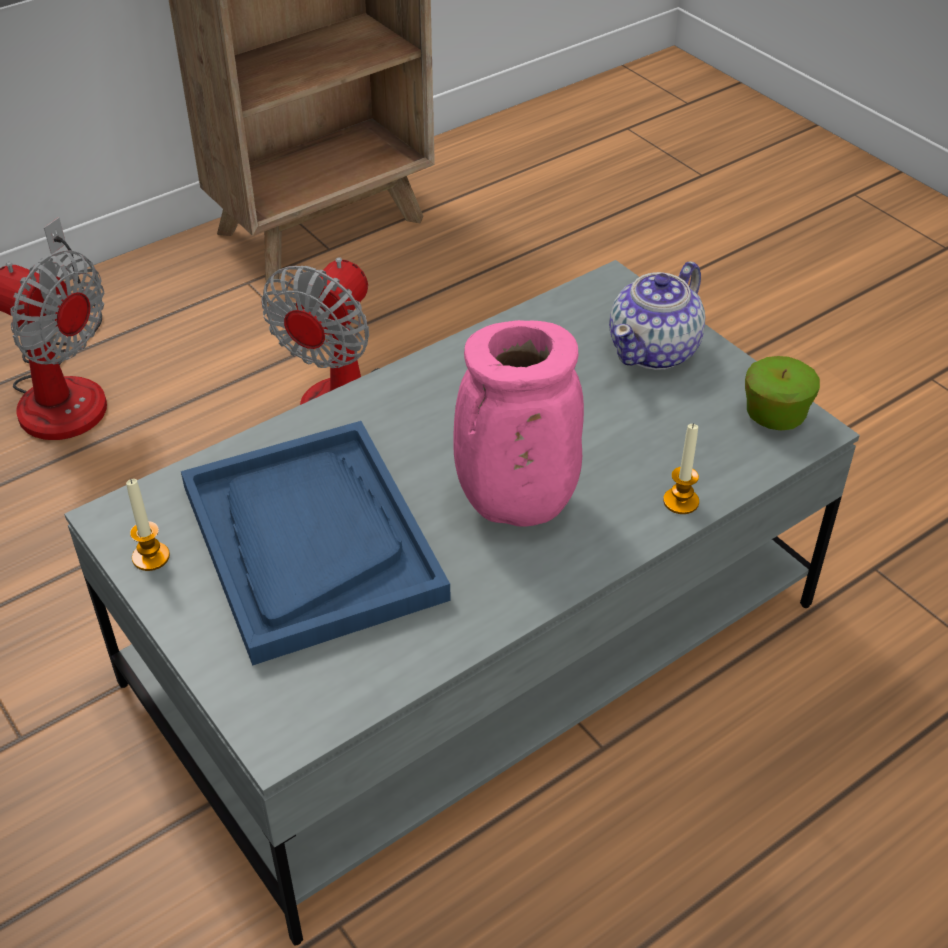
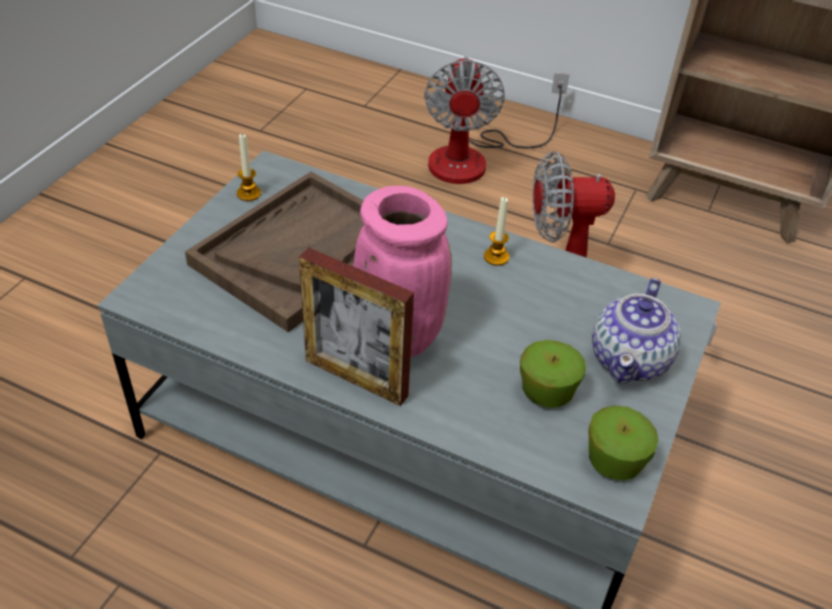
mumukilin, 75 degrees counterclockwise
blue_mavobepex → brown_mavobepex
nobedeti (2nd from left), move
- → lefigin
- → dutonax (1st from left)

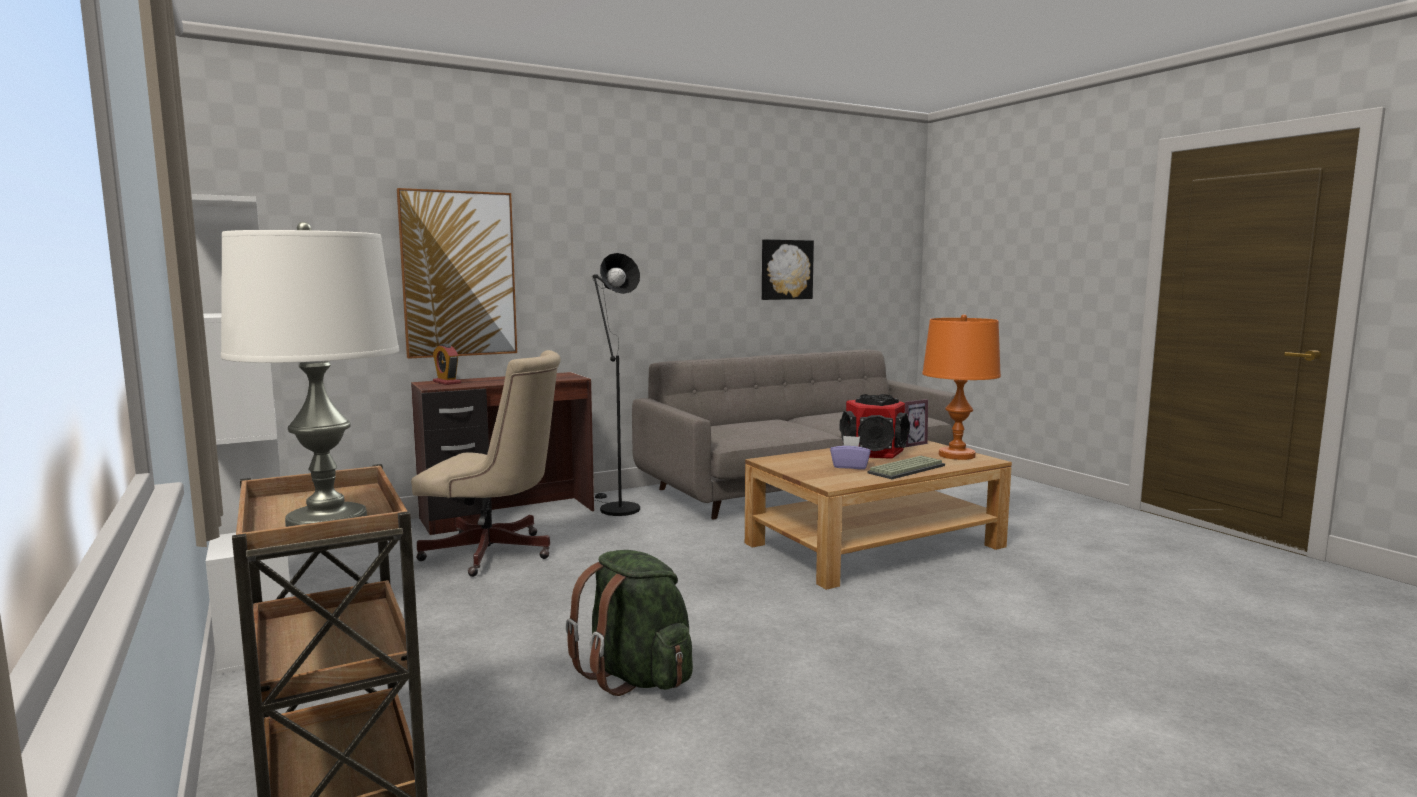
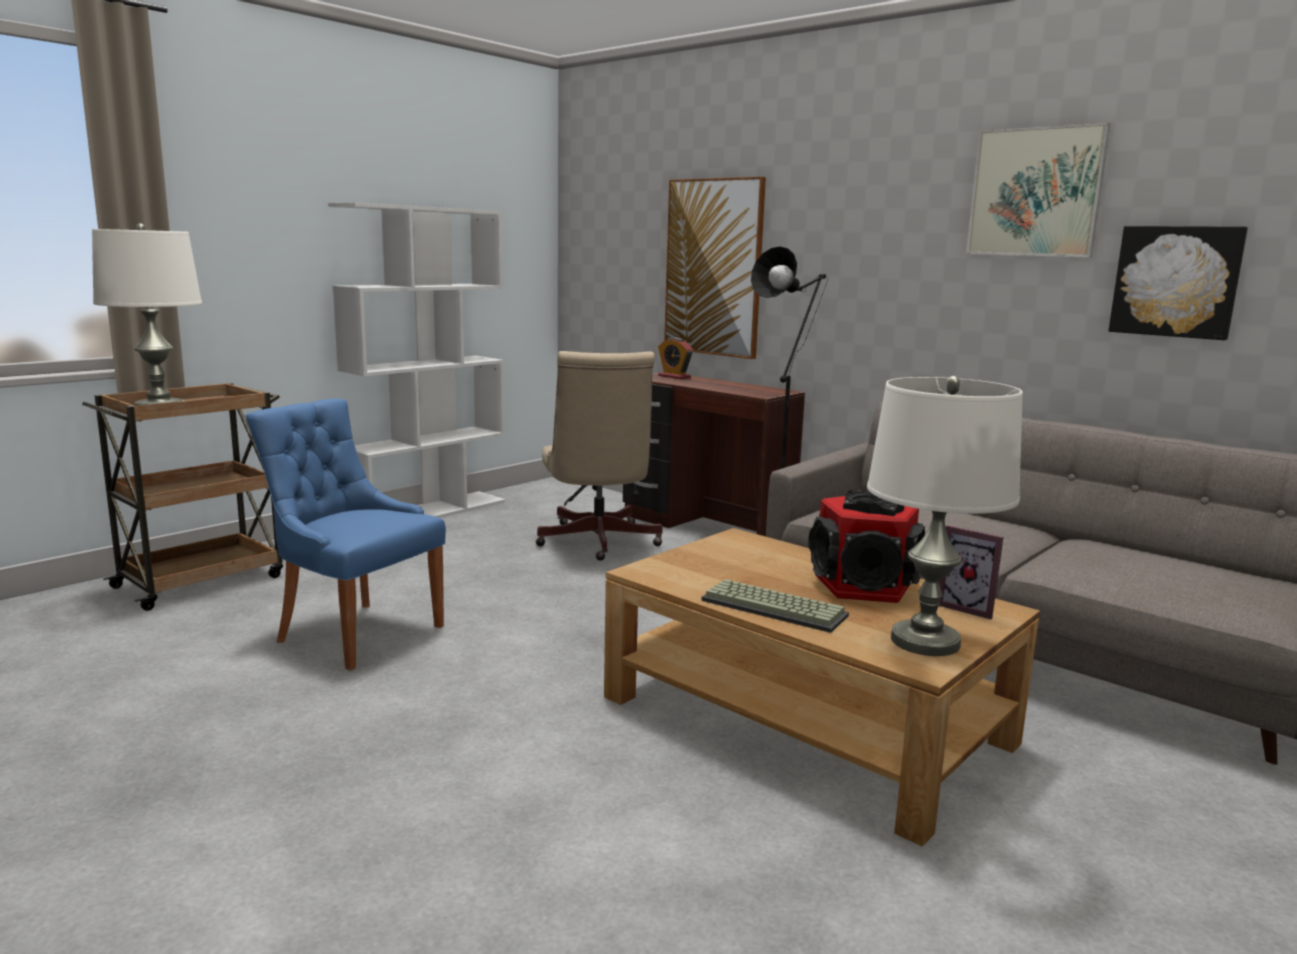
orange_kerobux → white_kerobux (2nd from left)
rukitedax, 75 degrees counterclockwise
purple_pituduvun → -
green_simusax → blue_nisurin
- → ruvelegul (2nd from left)

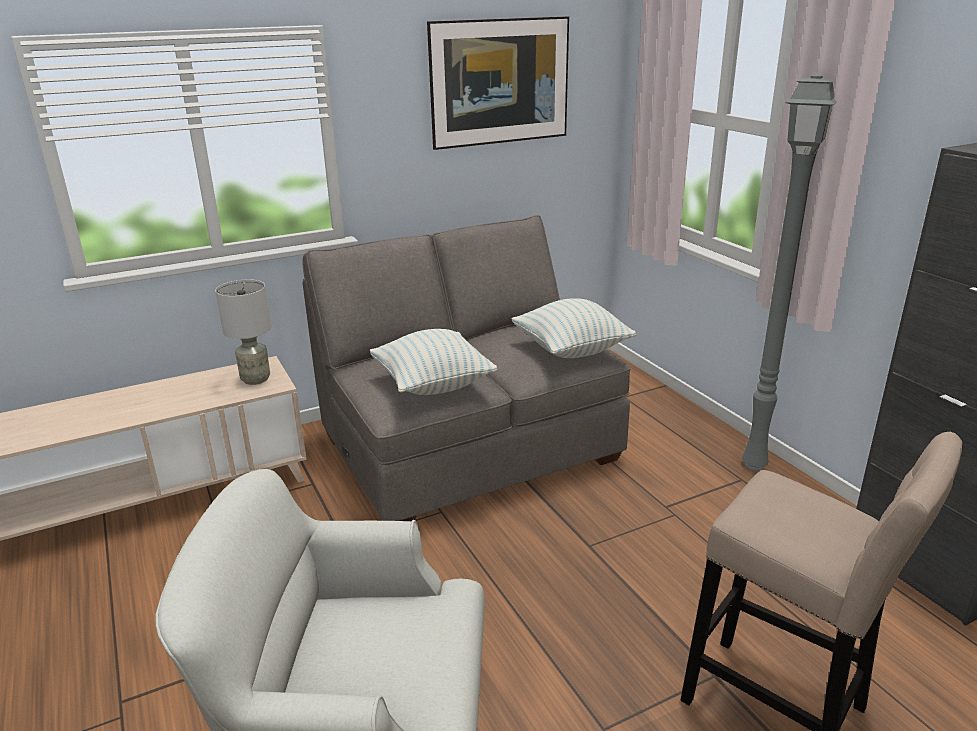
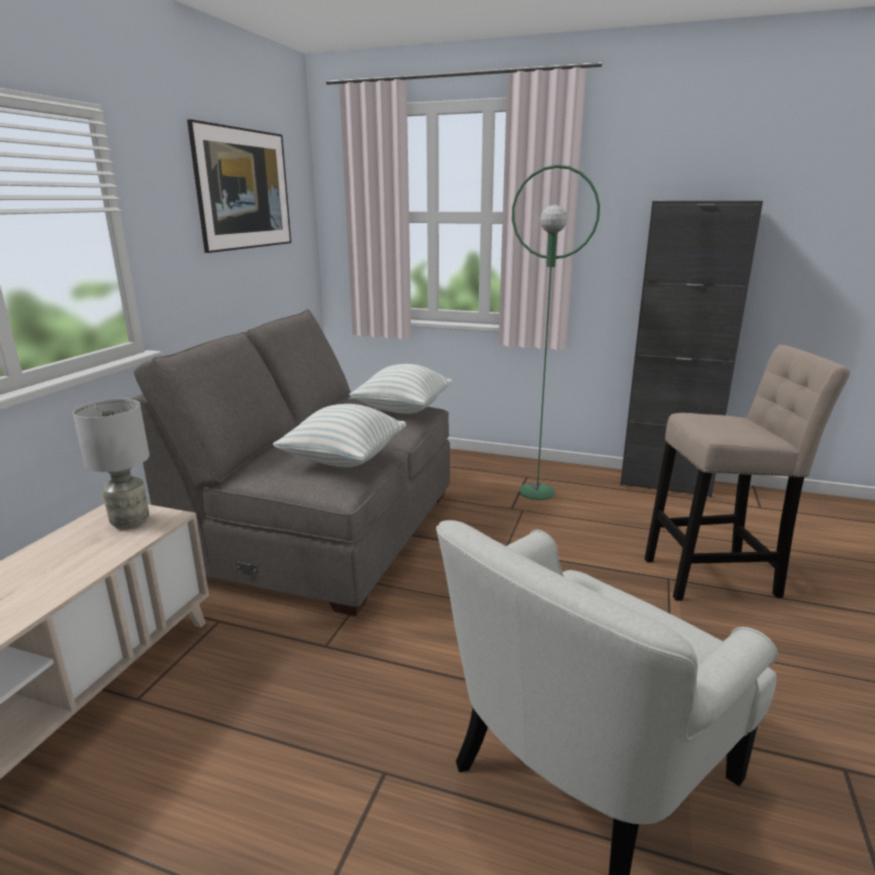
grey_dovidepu → -
- → green_dovidepu

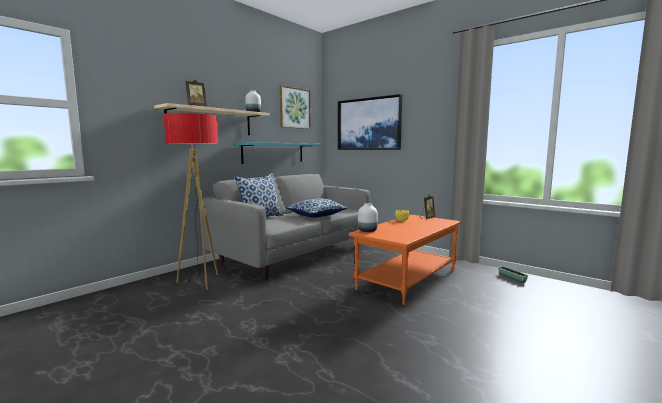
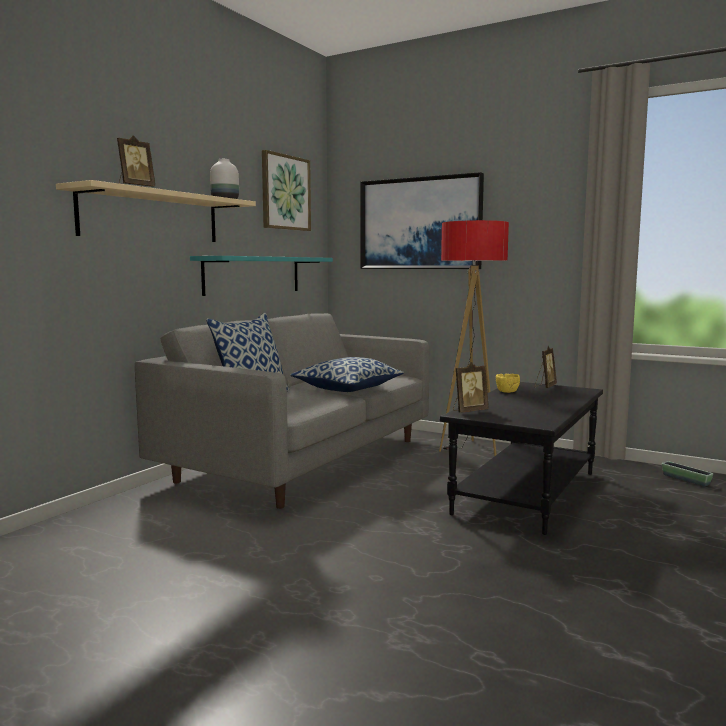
dovidepu, move
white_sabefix (2nd from left) → lefigin (2nd from left)
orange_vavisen → black_vavisen

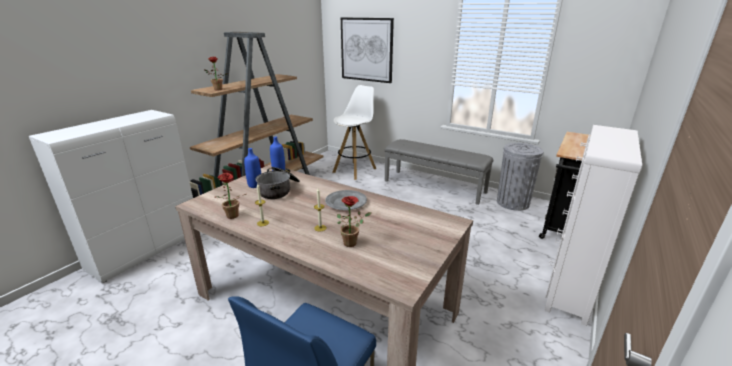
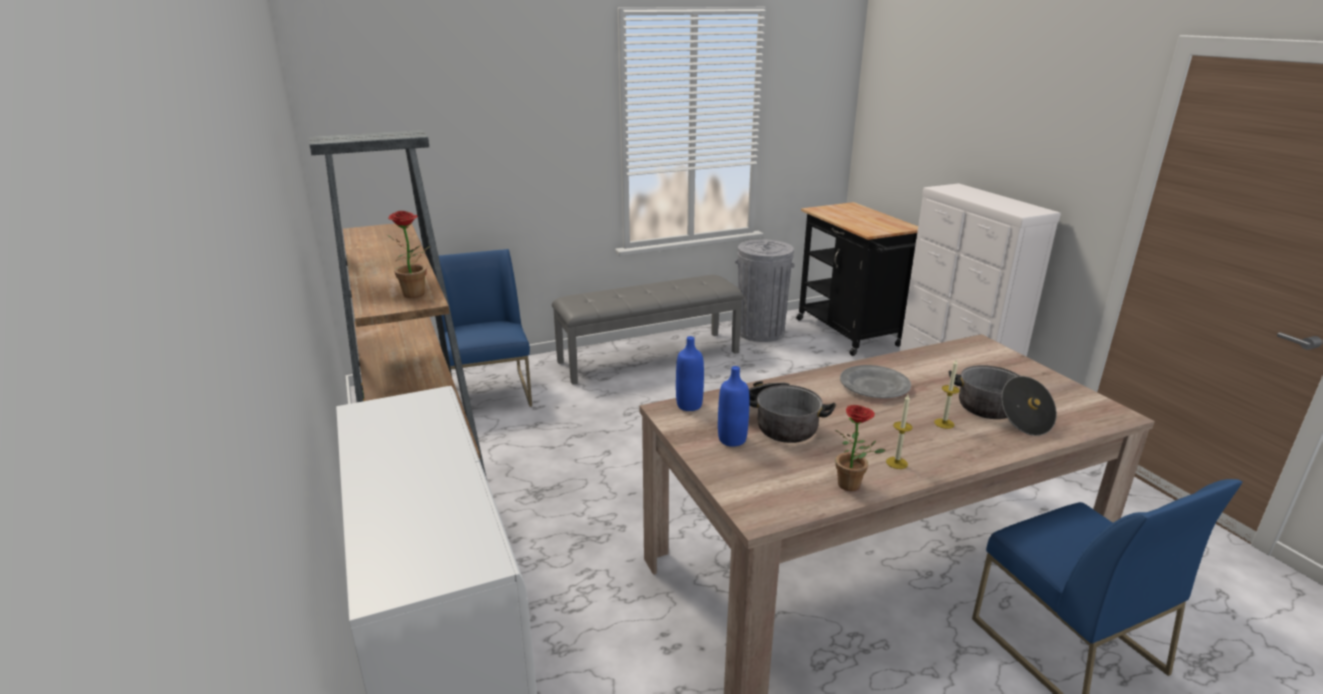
ruvelegul → -
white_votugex → blue_nisurin (1st from left)
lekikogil (3rd from left) → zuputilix (2nd from left)

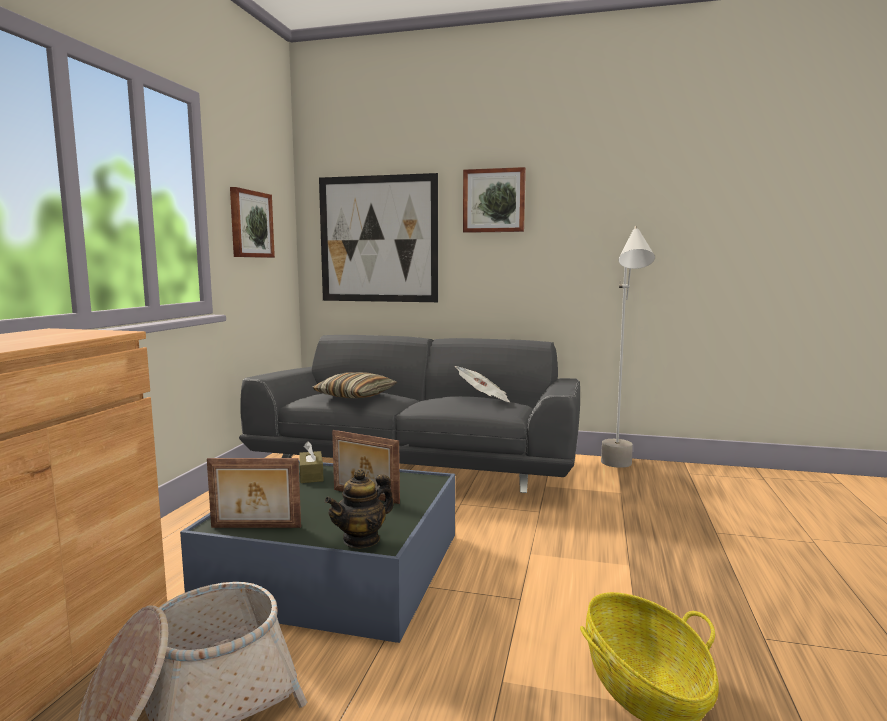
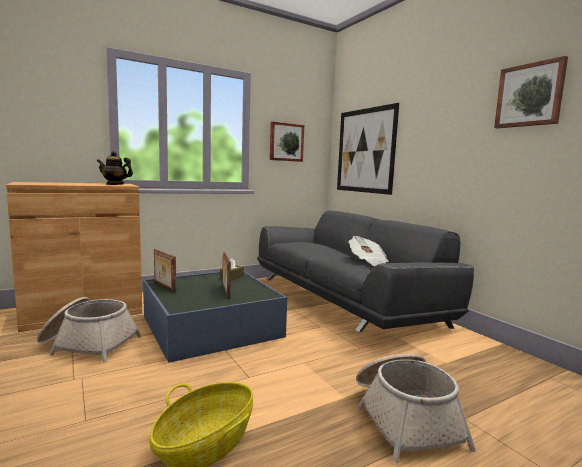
ruvelegul (3rd from left), move
grey_dovidepu → -
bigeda → -
mumukilin, move
- → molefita (3rd from left)

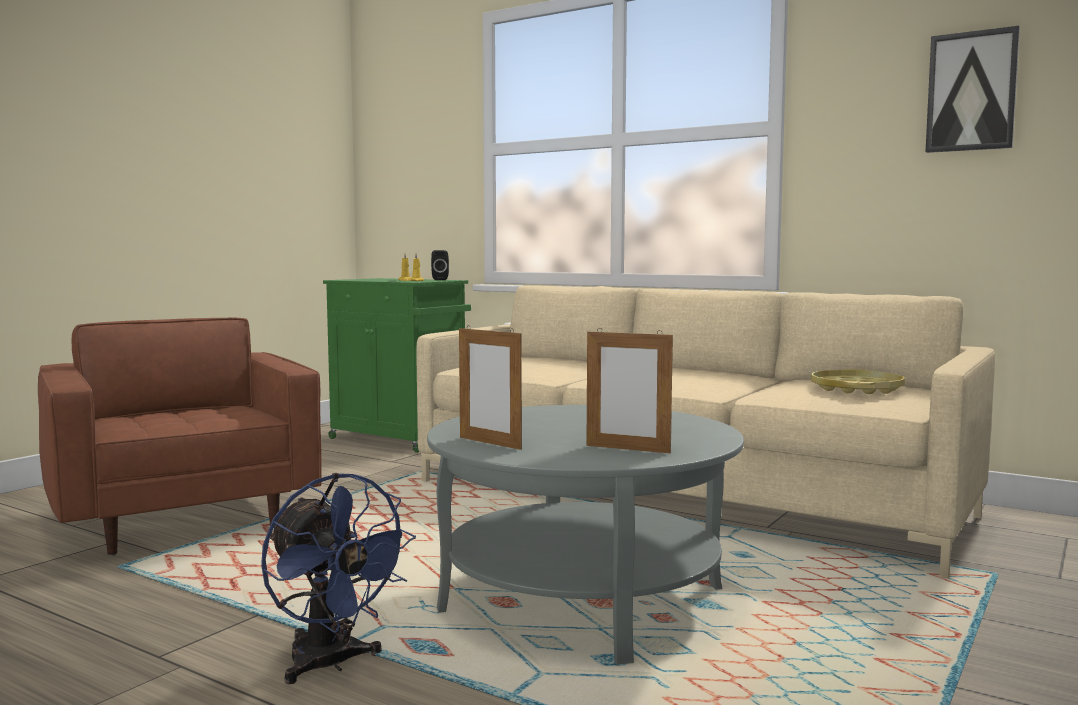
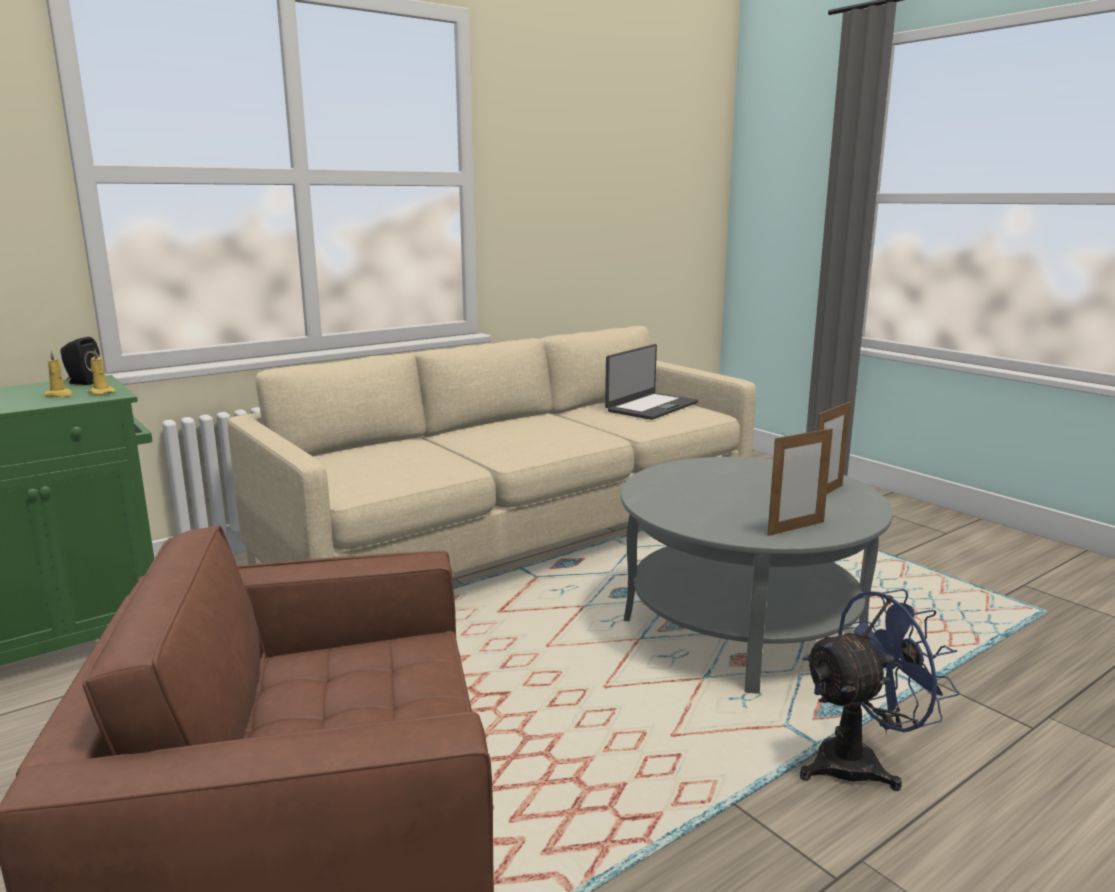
ruvelegul → -
yellow_mavobepex → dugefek

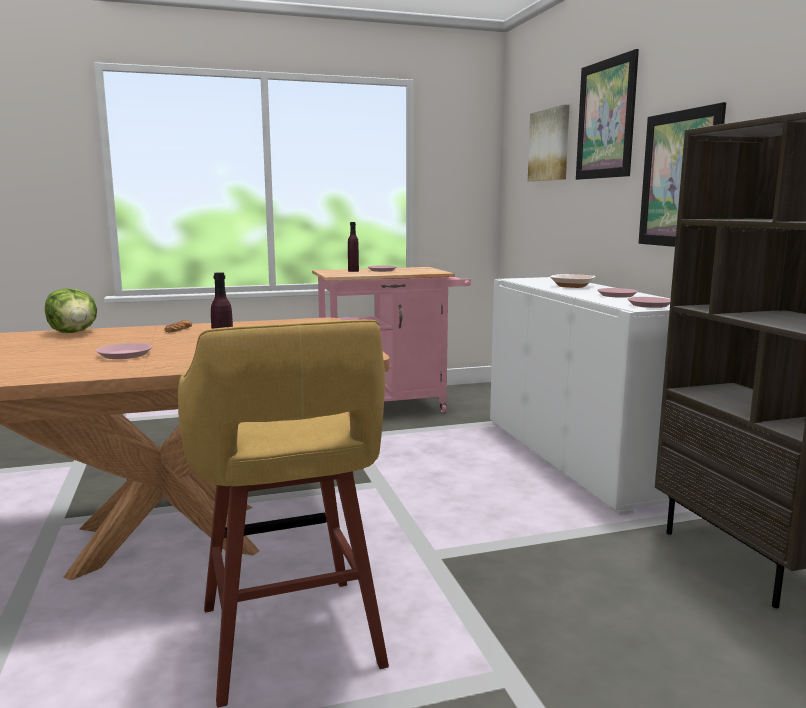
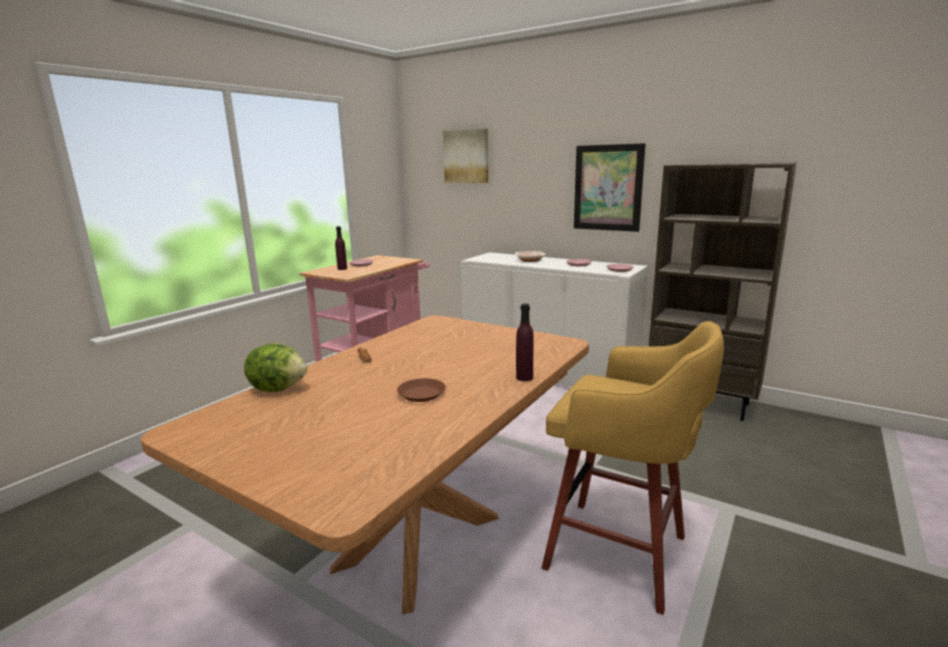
ruvelegul (2nd from left) → -
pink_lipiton (1st from left) → brown_lipiton

